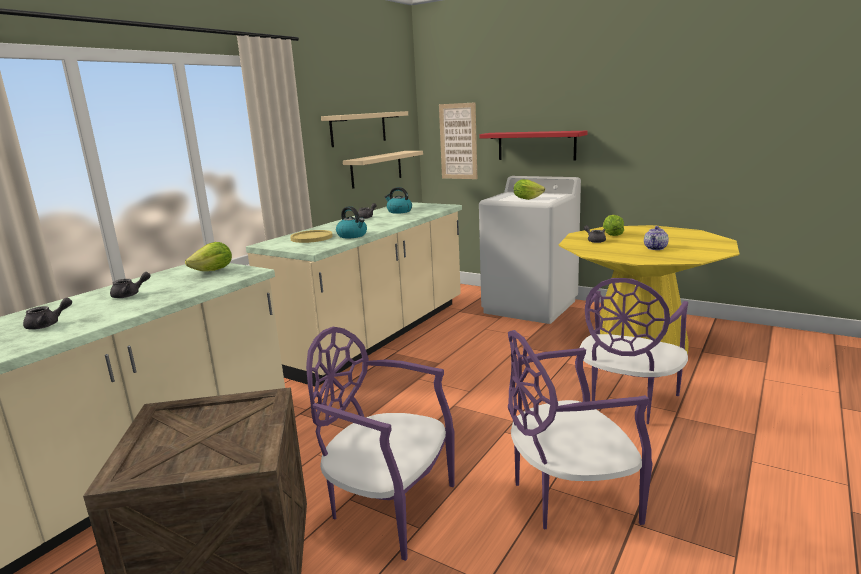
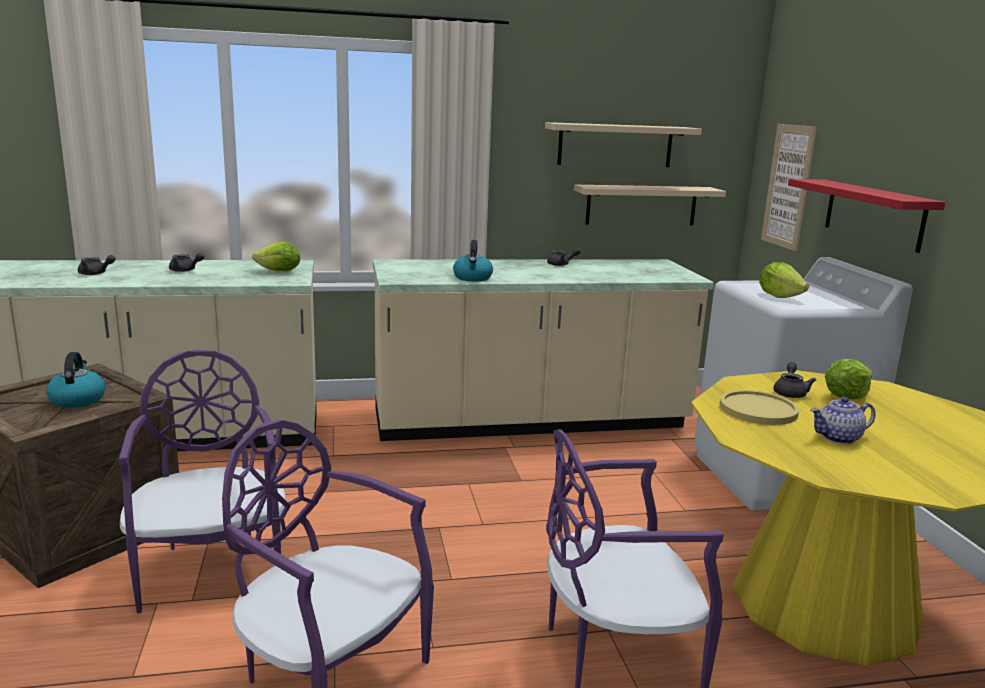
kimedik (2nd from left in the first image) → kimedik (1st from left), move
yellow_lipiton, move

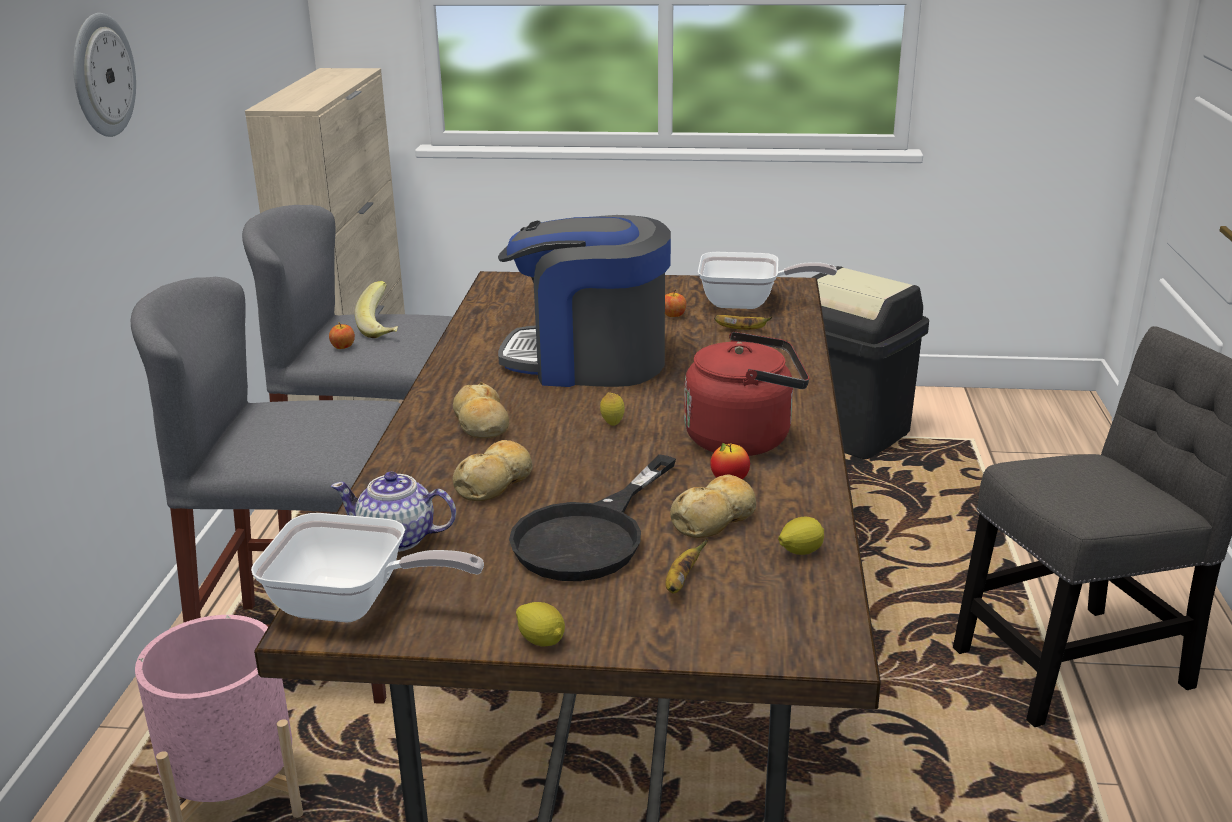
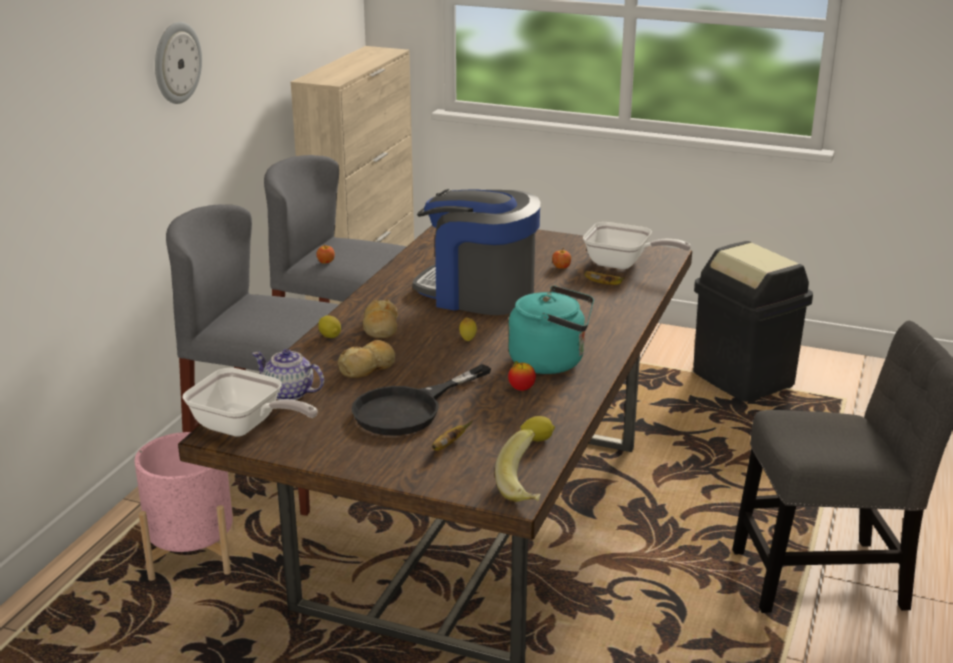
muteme (1st from left in the first image) → muteme (2nd from left), move
red_kimedik → turquoise_kimedik
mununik (3rd from left) → -
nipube (1st from left), move

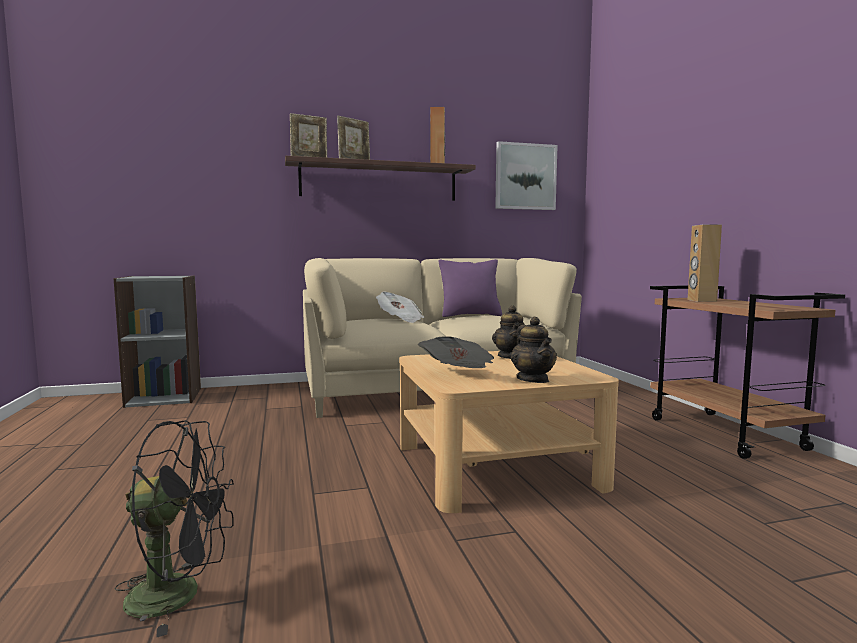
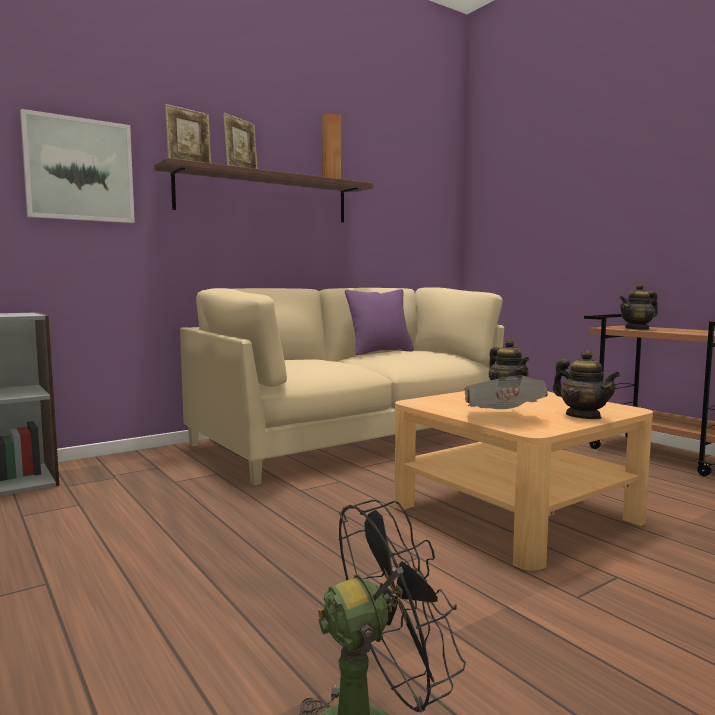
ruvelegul, move
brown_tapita (2nd from left) → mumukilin (3rd from left)
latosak (1st from left) → -

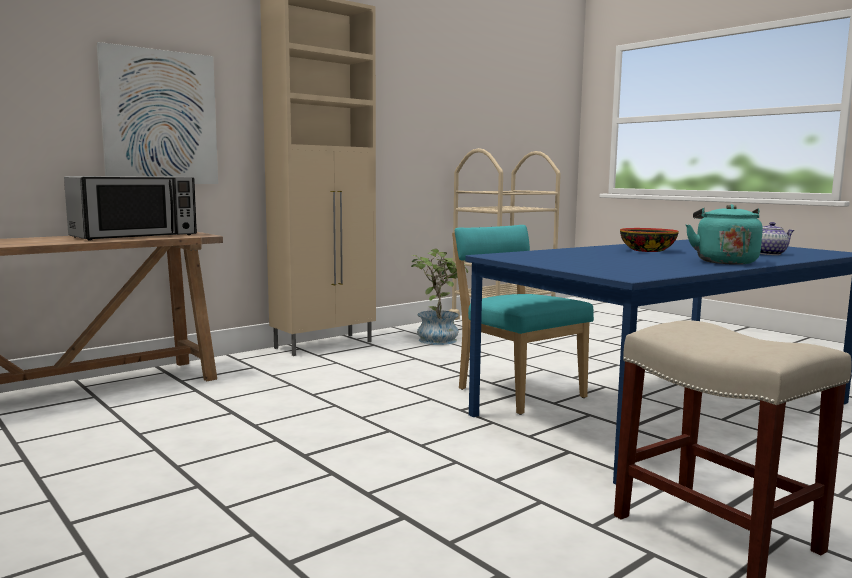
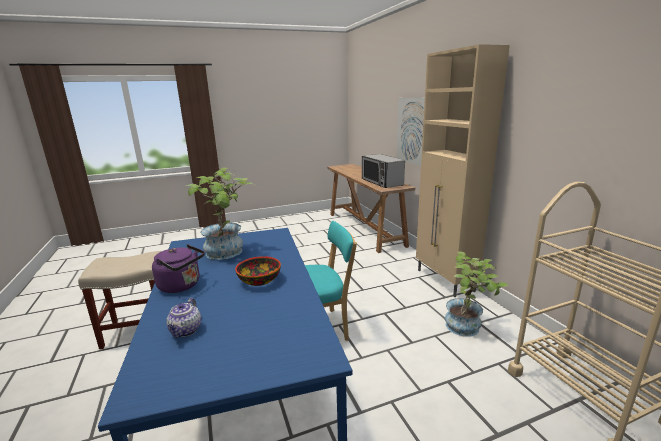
turquoise_kimedik → purple_kimedik
- → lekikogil (1st from left)

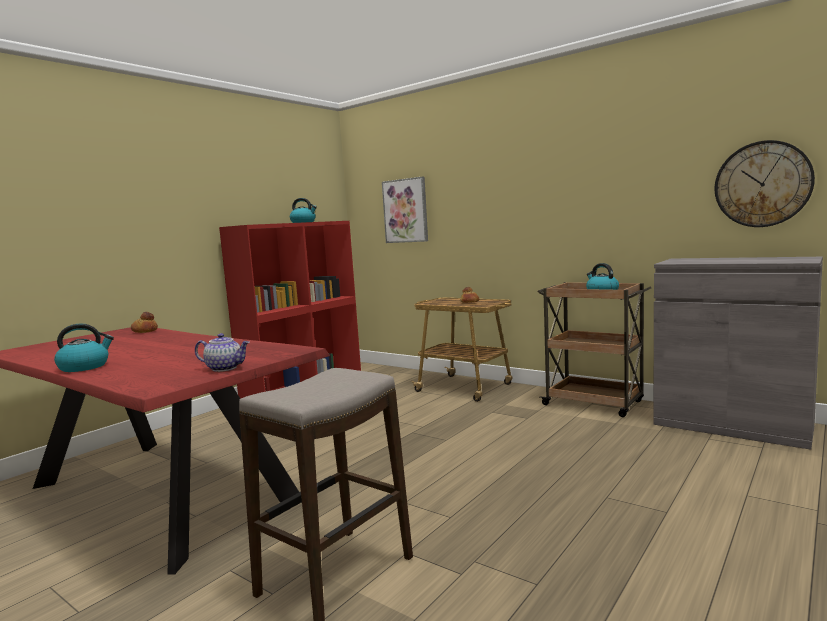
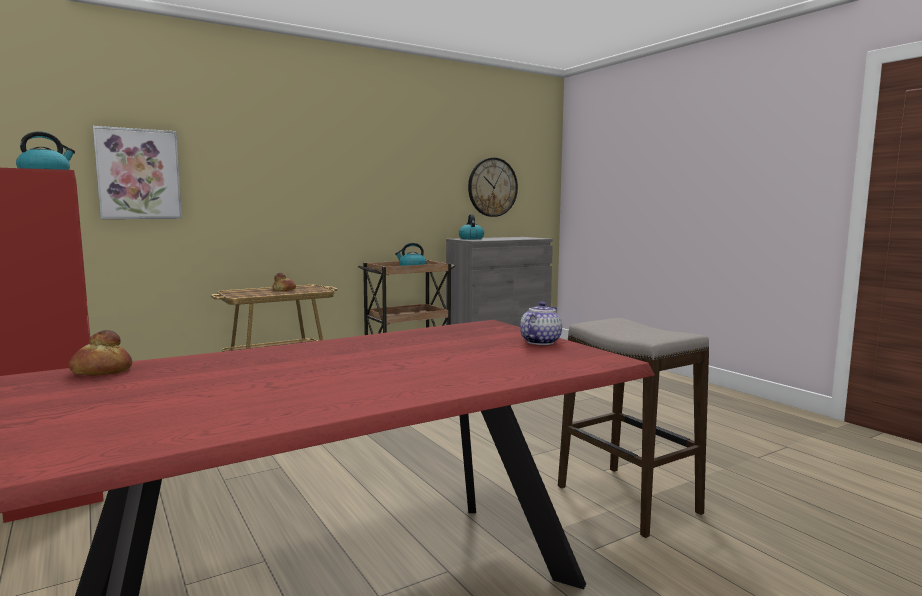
kimedik (1st from left in the first image) → kimedik (3rd from left), move

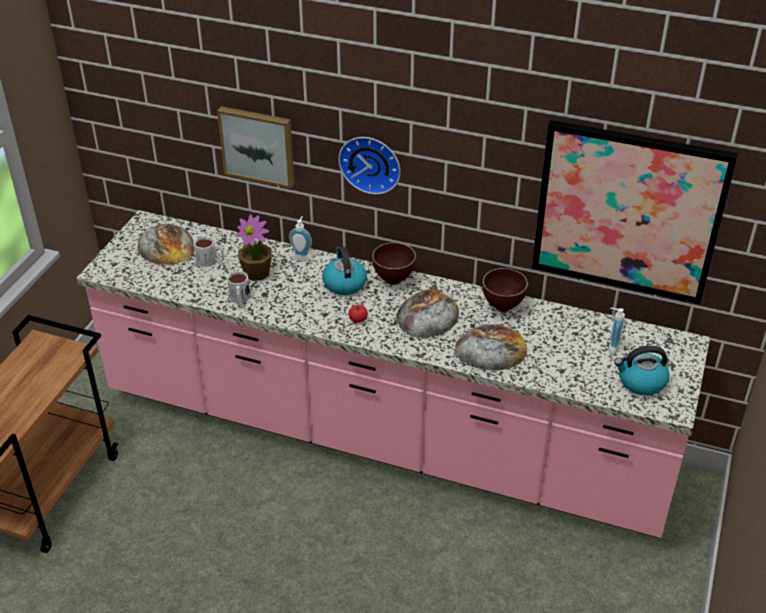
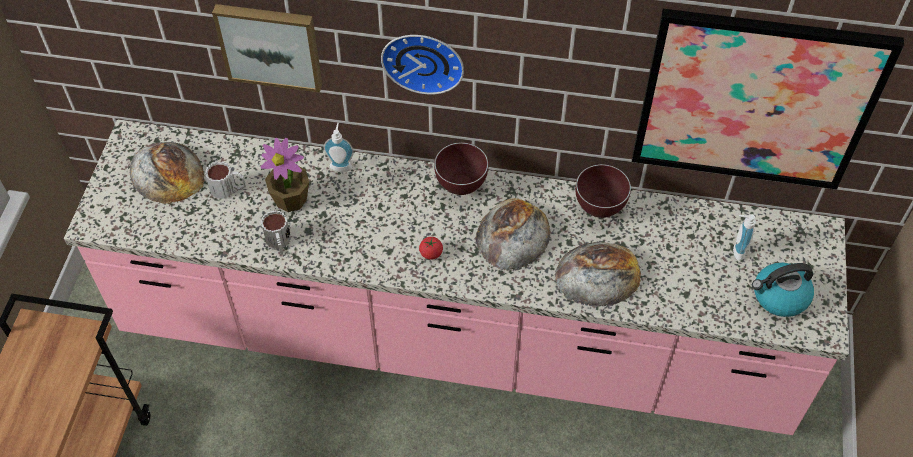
kimedik (1st from left) → -

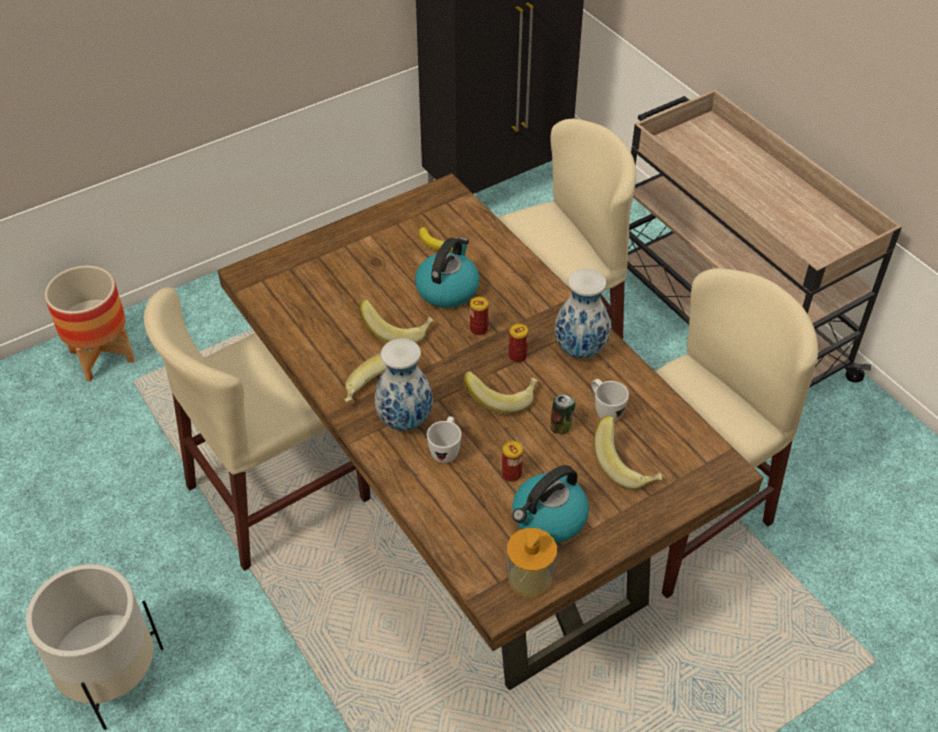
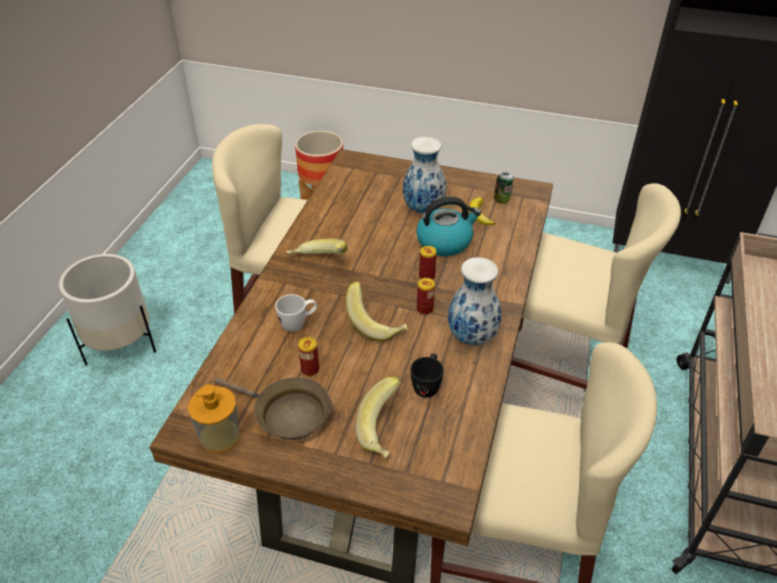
muteme (2nd from left) → -
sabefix (1st from left), move
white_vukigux (2nd from left) → black_vukigux
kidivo (4th from left), move
kimedik (2nd from left) → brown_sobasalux

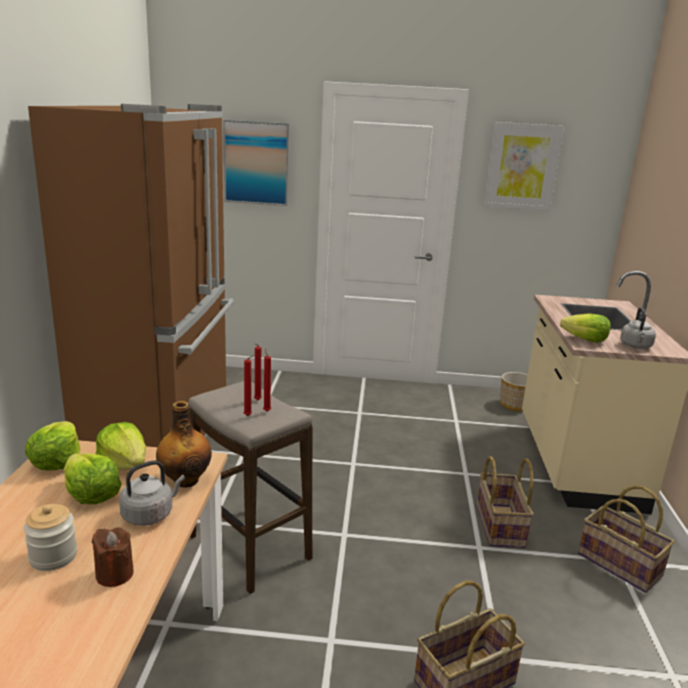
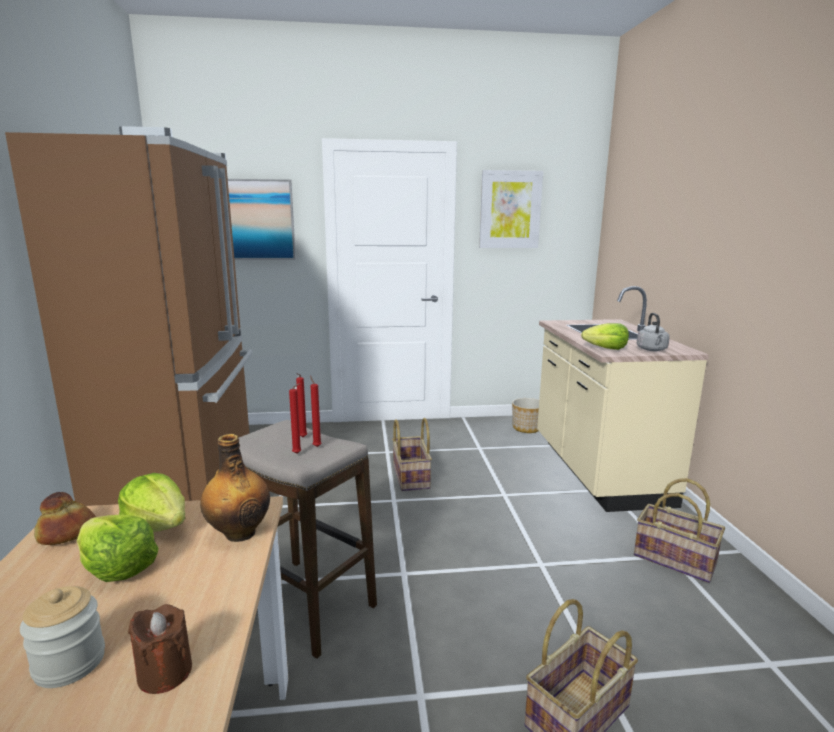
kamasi (1st from left) → mununik
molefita (2nd from left in the first image) → molefita (1st from left), move
grey_kimedik (1st from left) → -

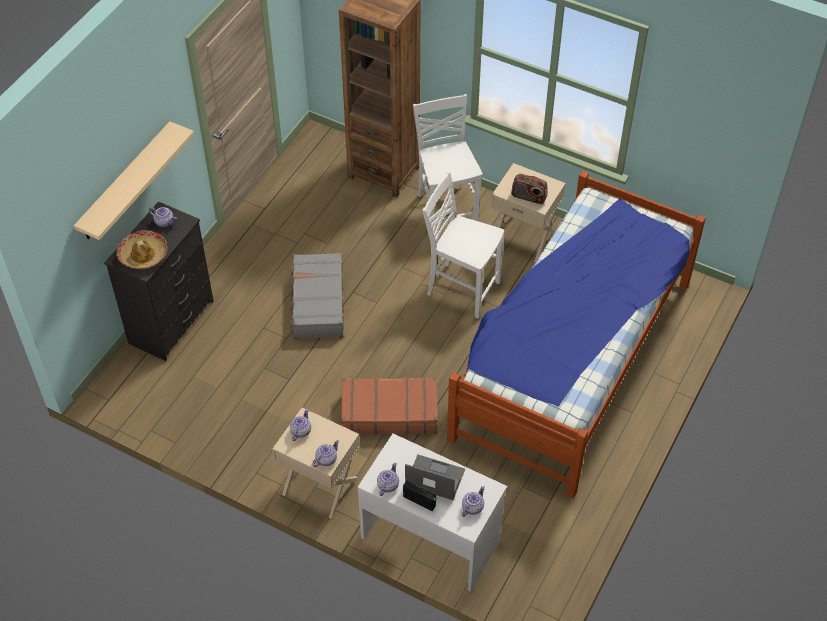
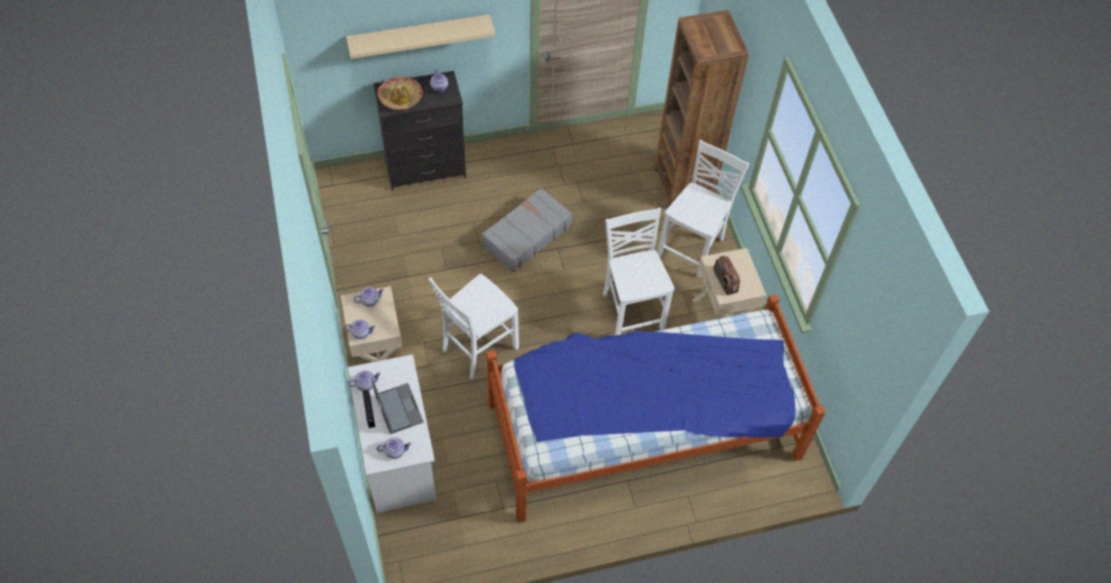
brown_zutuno → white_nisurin (1st from left)

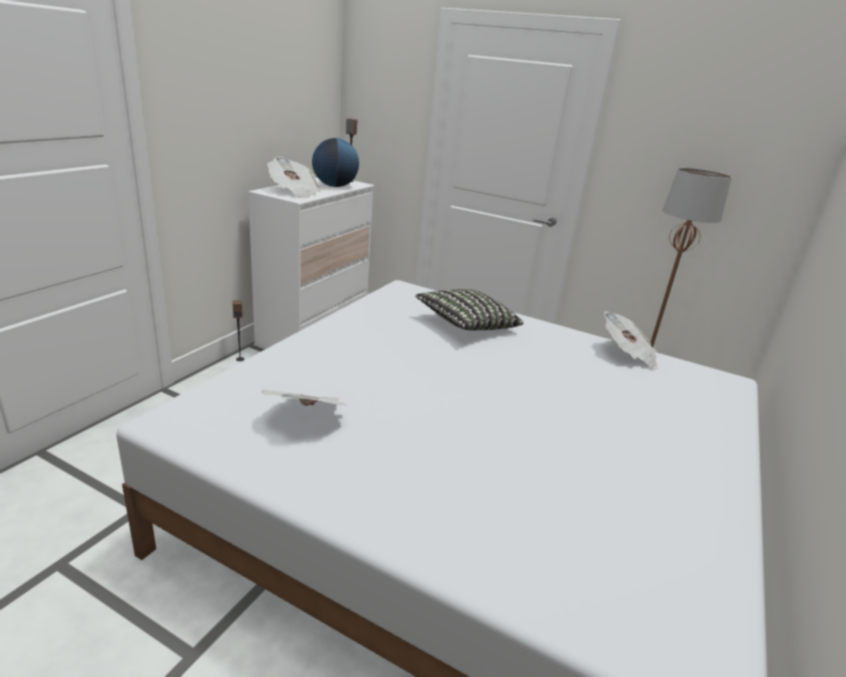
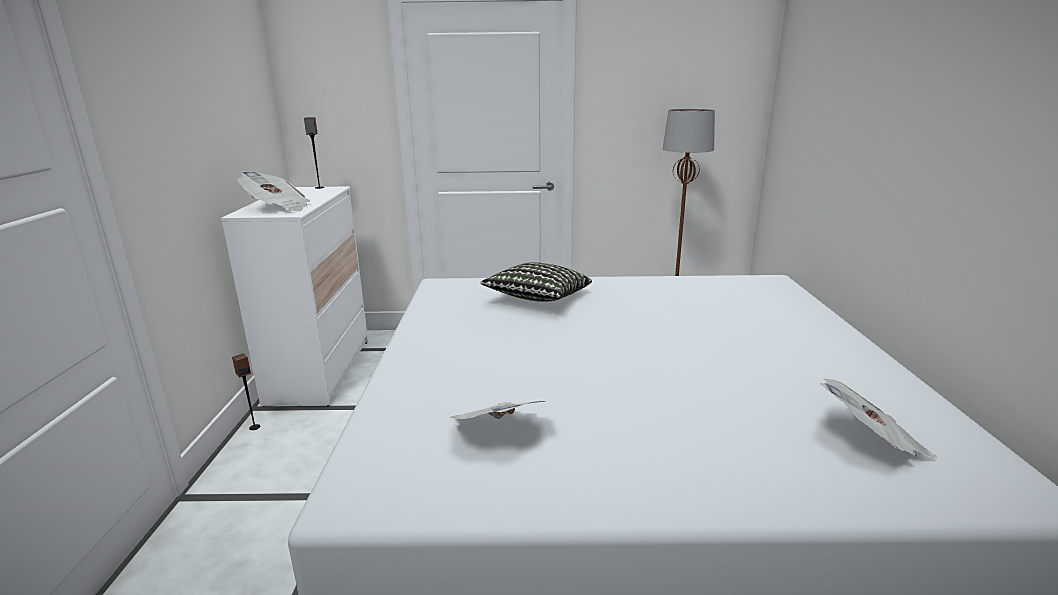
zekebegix → -
latosak (3rd from left), move

